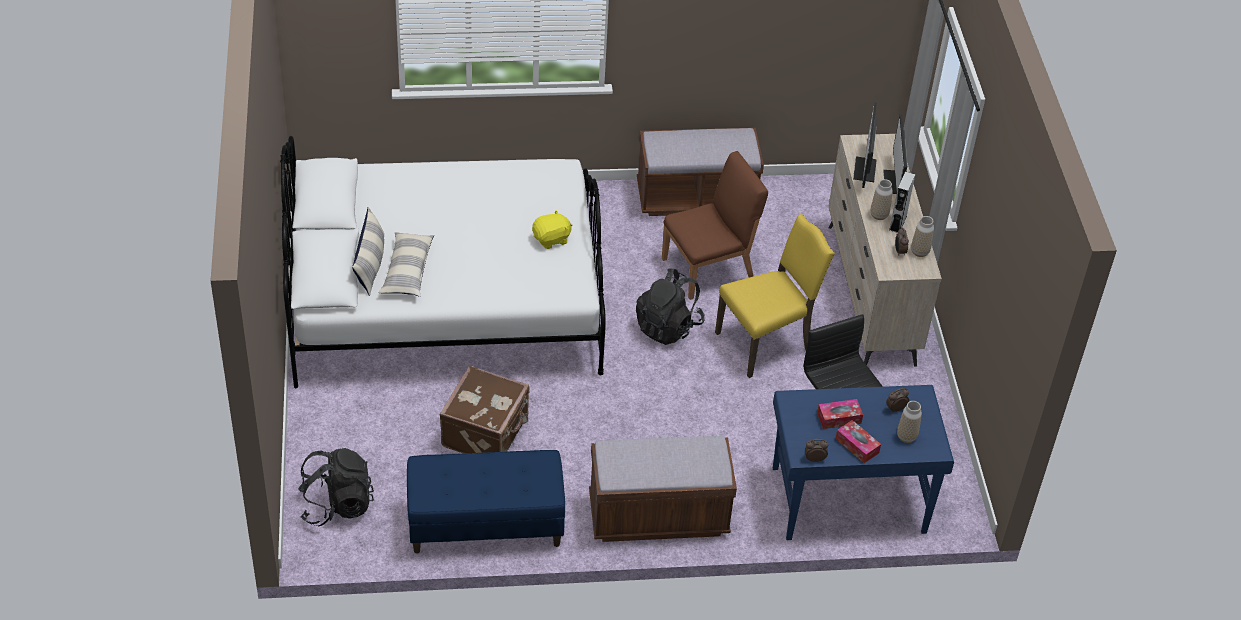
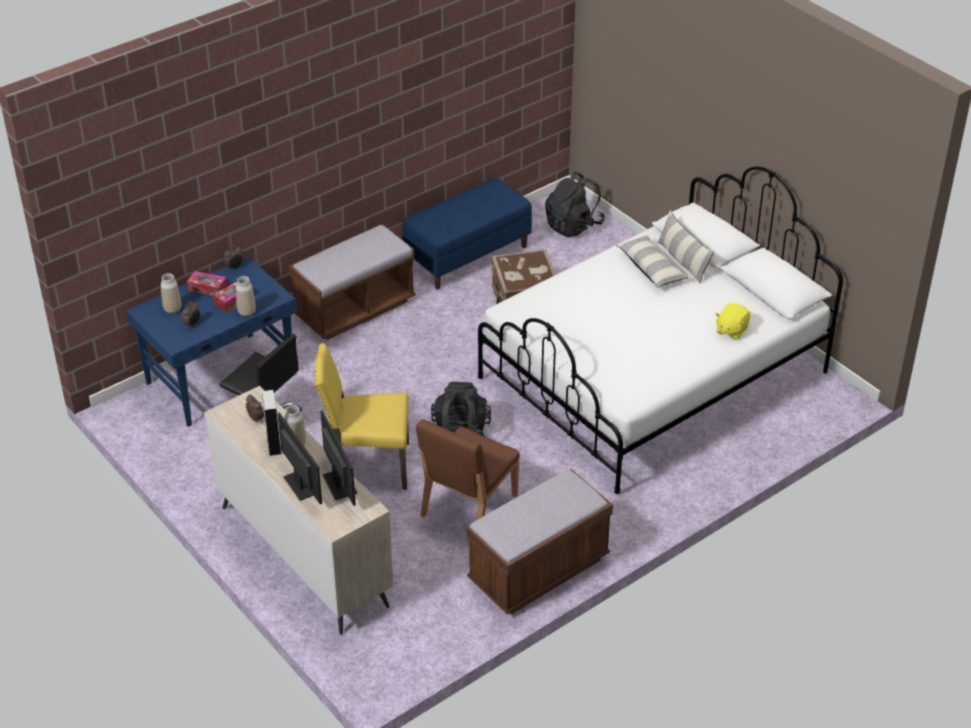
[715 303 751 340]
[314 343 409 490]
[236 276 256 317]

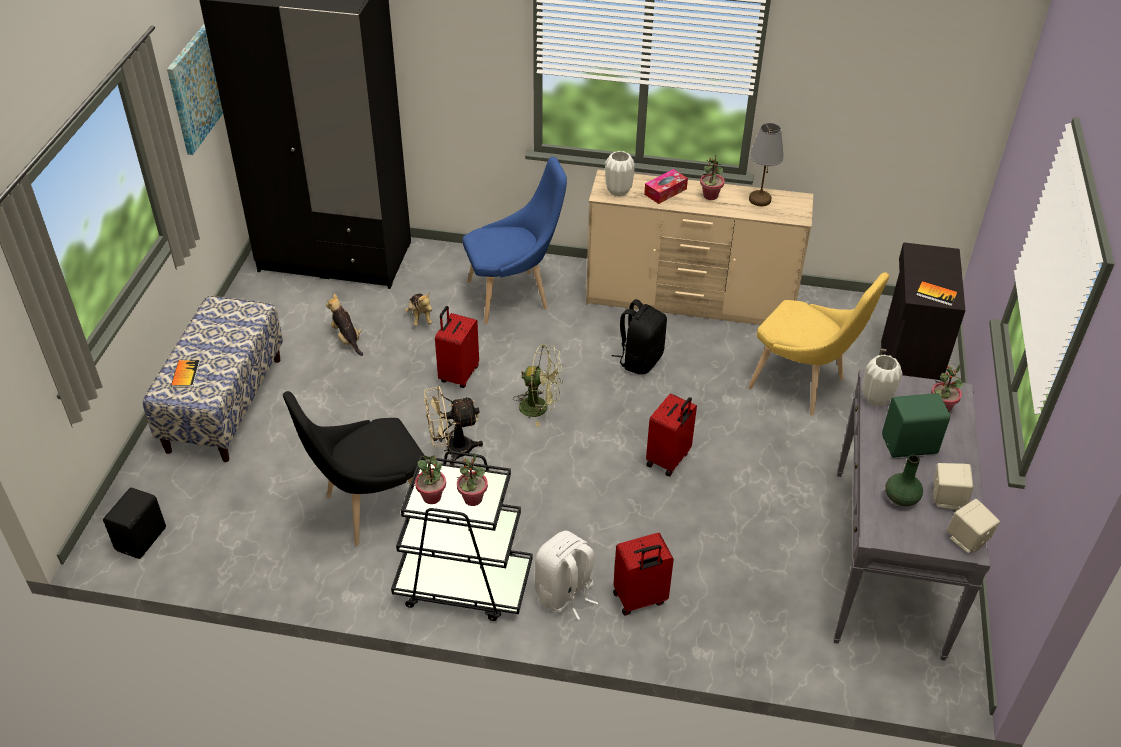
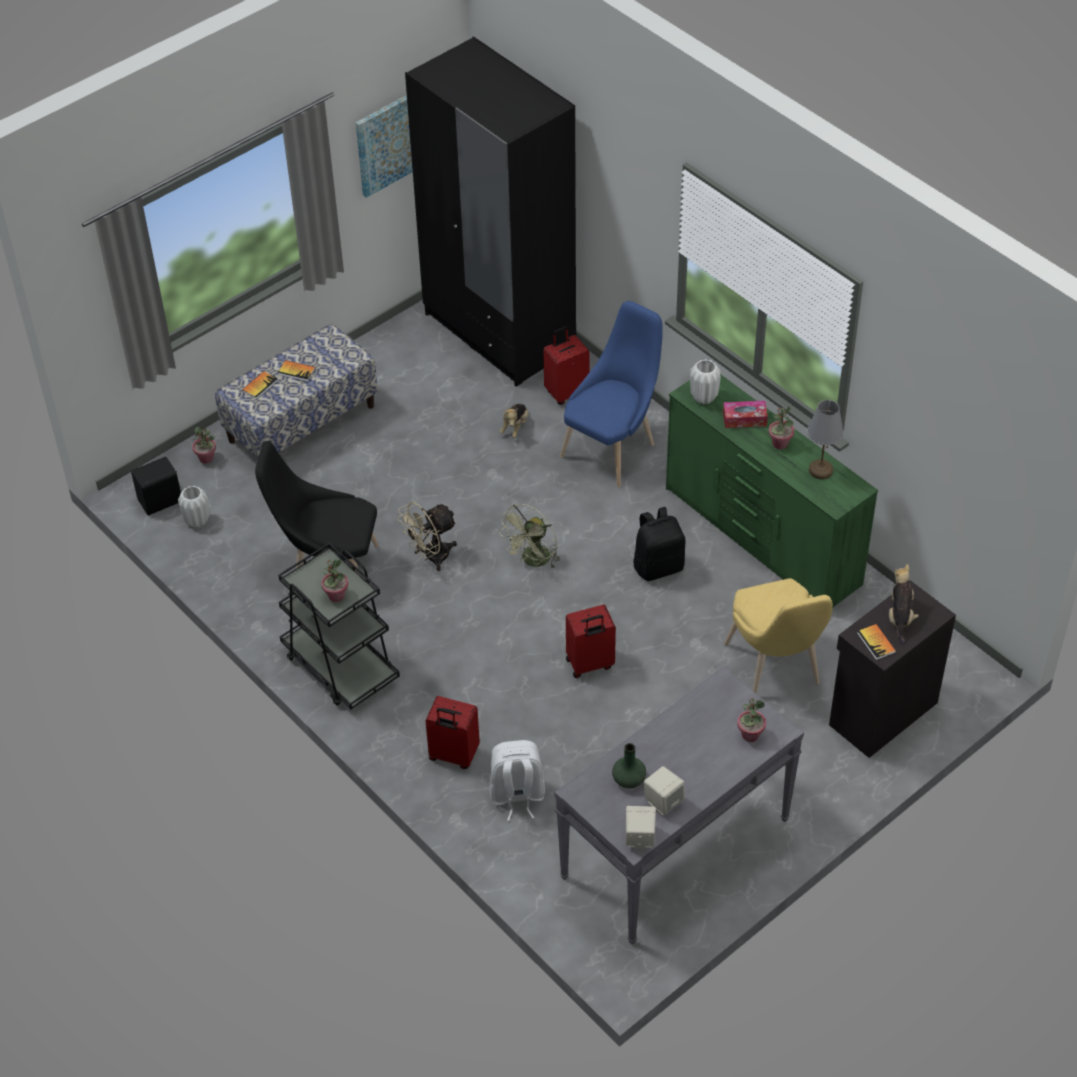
[560 301 663 487]
[666 374 878 607]
[889 564 919 645]
[543 326 590 405]
[499 504 560 570]
[178 486 210 528]
[397 502 457 571]
[882 393 950 458] (first image)
[192 425 216 464]
[489 740 545 821]
[278 360 315 382]

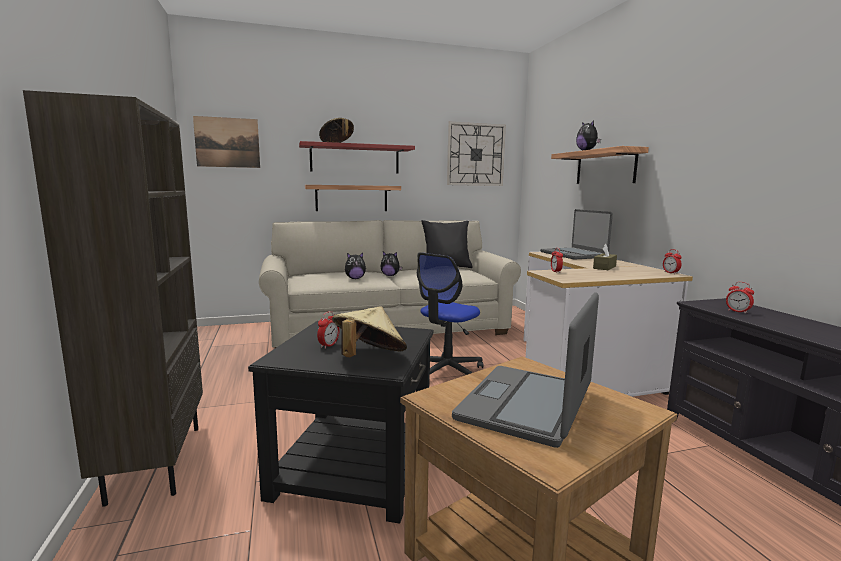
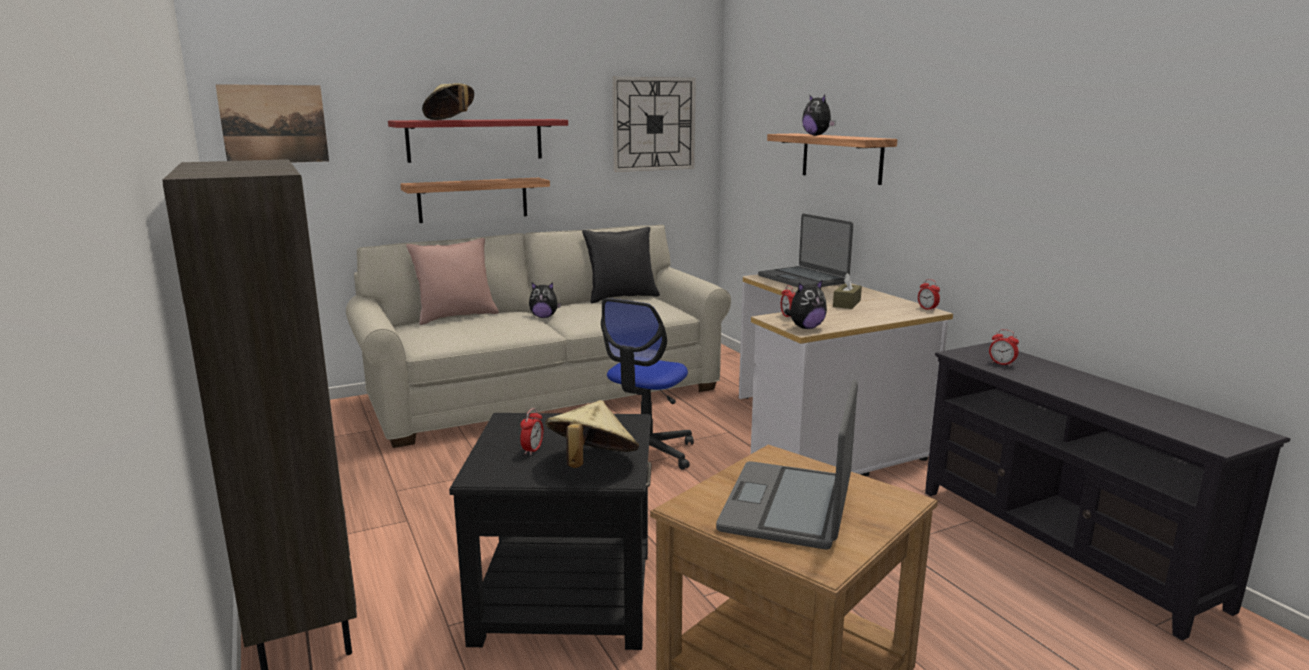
[784 279 827 329]
[406 238 499 325]

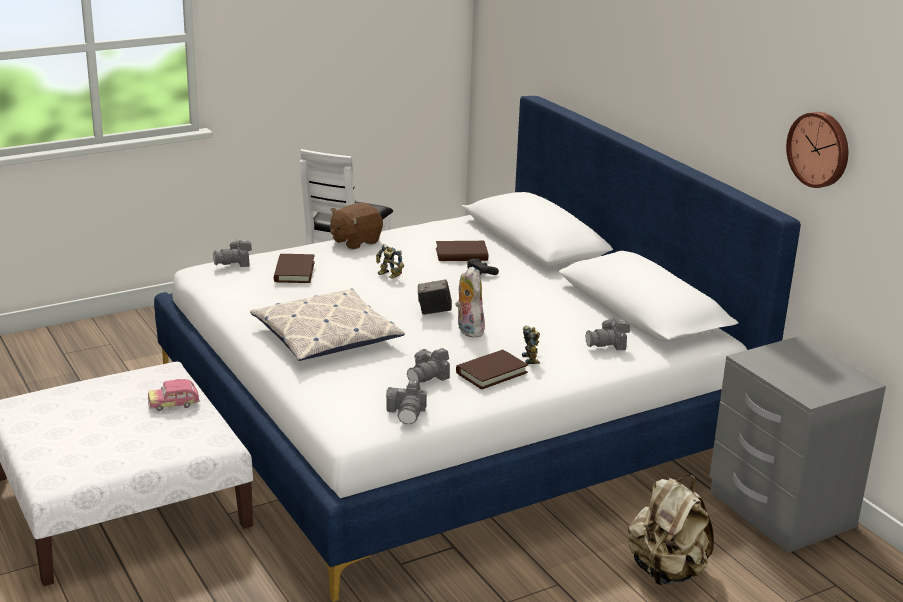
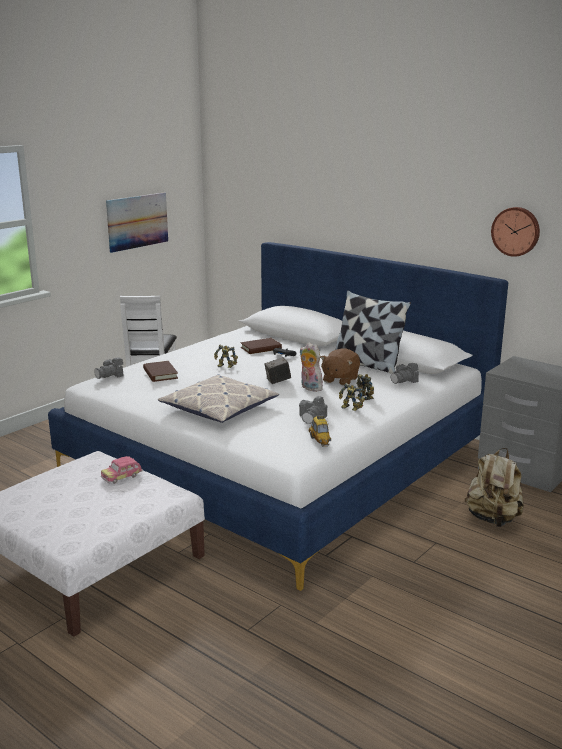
[320 348 360 386]
[339 383 365 411]
[309 415 331 447]
[106 192 168 253]
[336 290 411 374]

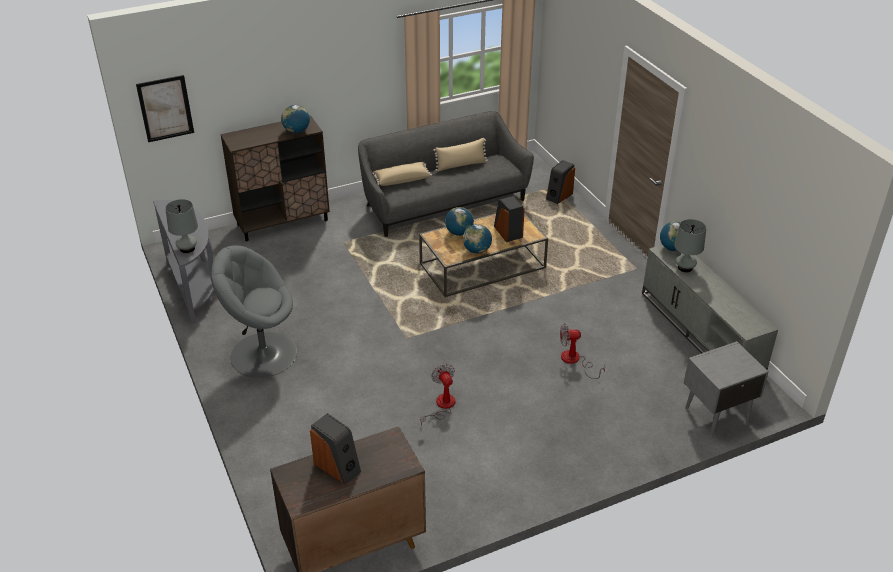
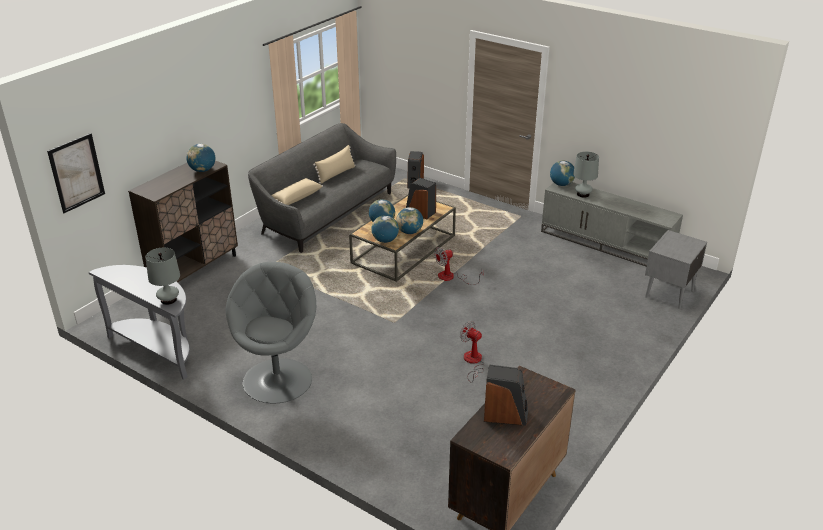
[225 262 316 403]
[434 247 484 285]
[371 215 399 243]

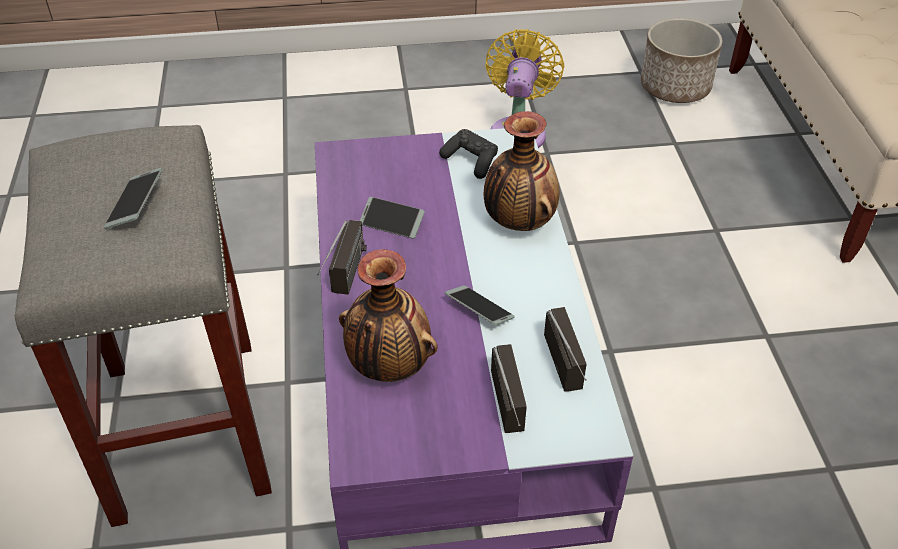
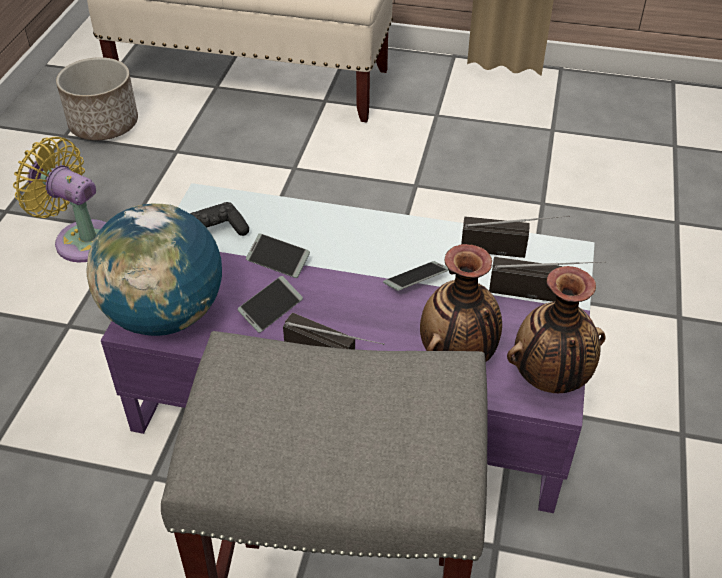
[507 266 606 393]
[246 234 310 278]
[86 204 222 336]

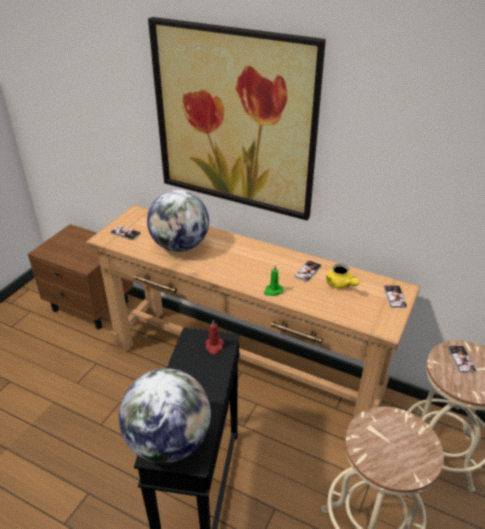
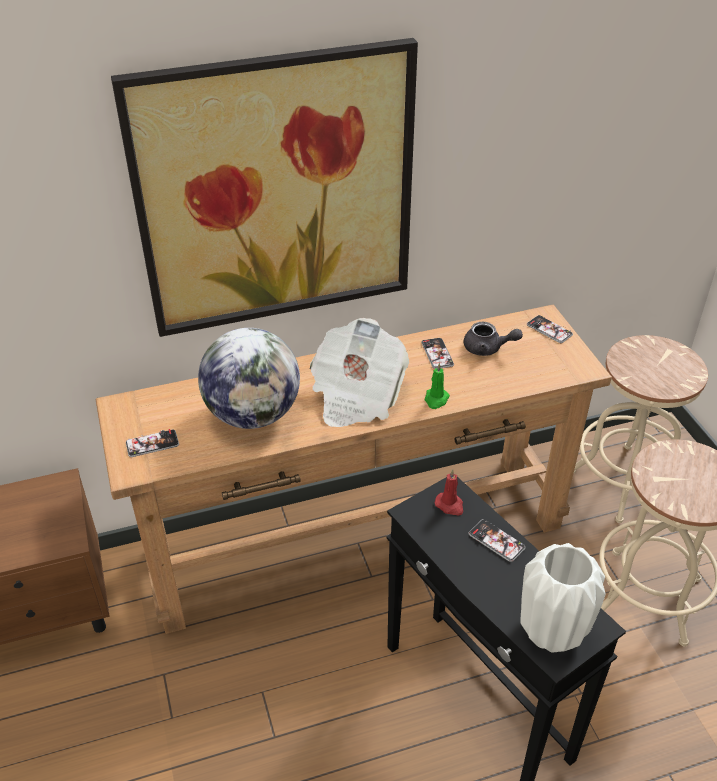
[464 322 523 356]
[468 519 525 562]
[520 543 606 652]
[310 318 409 427]

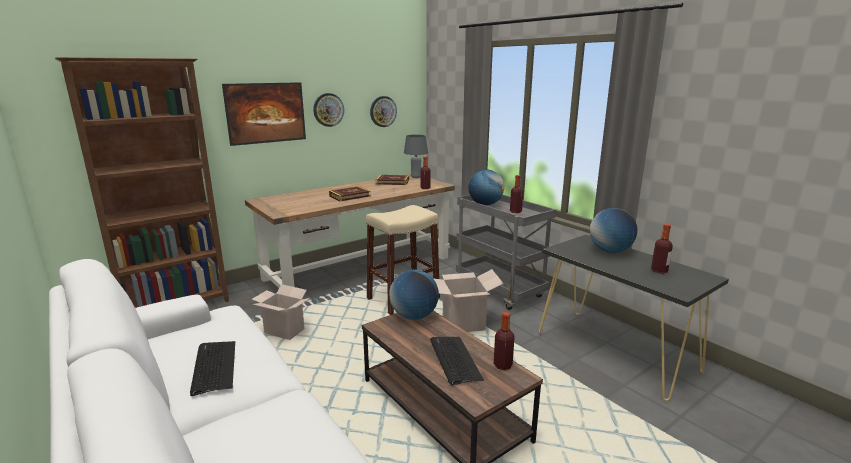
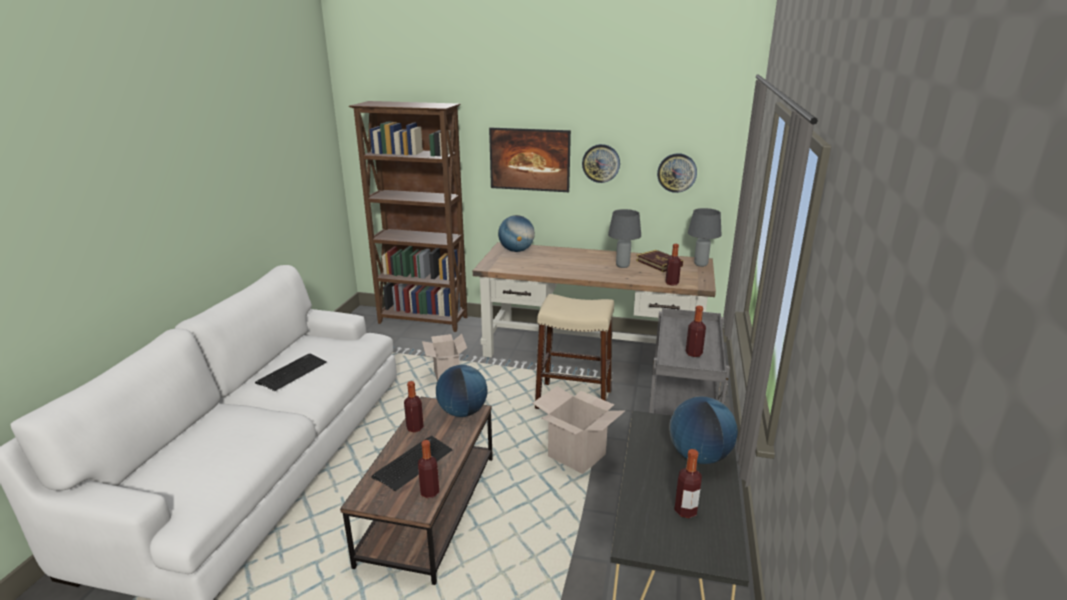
[498 215 535 252]
[329 186 371 202] (first image)
[608 209 641 268]
[404 381 424 432]

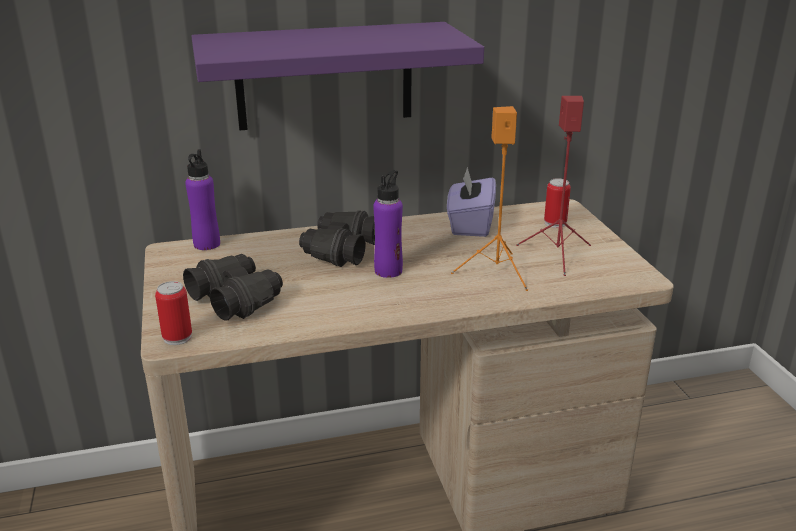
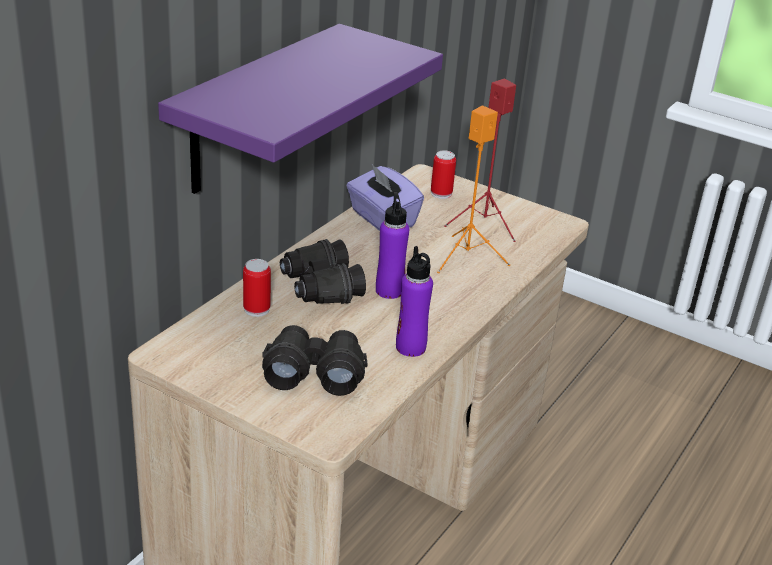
[396 246 433 357]
[243 259 271 317]

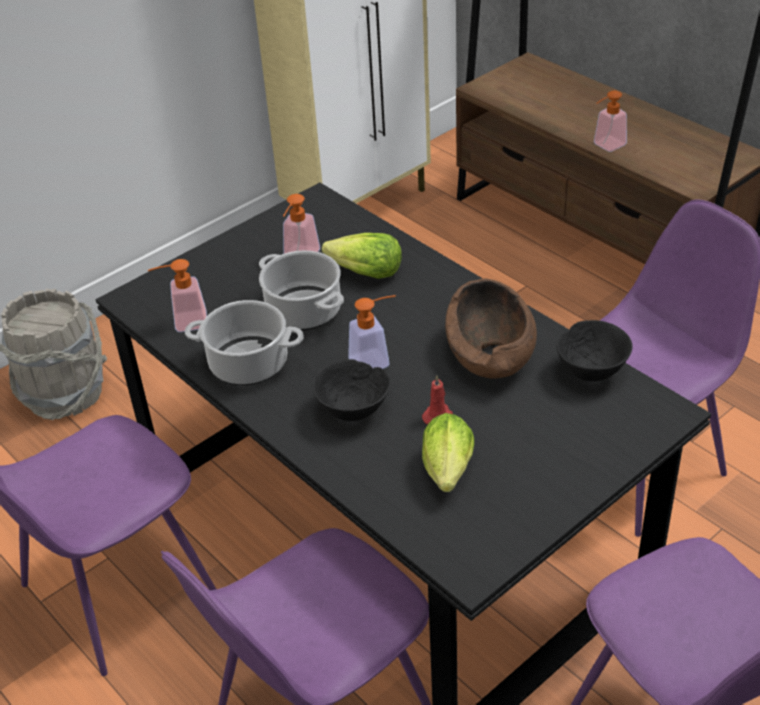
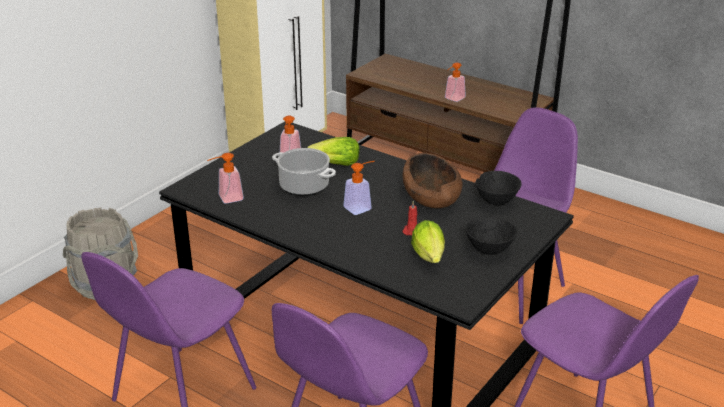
[185 300 304 385] (first image)
[466 217 517 255]

